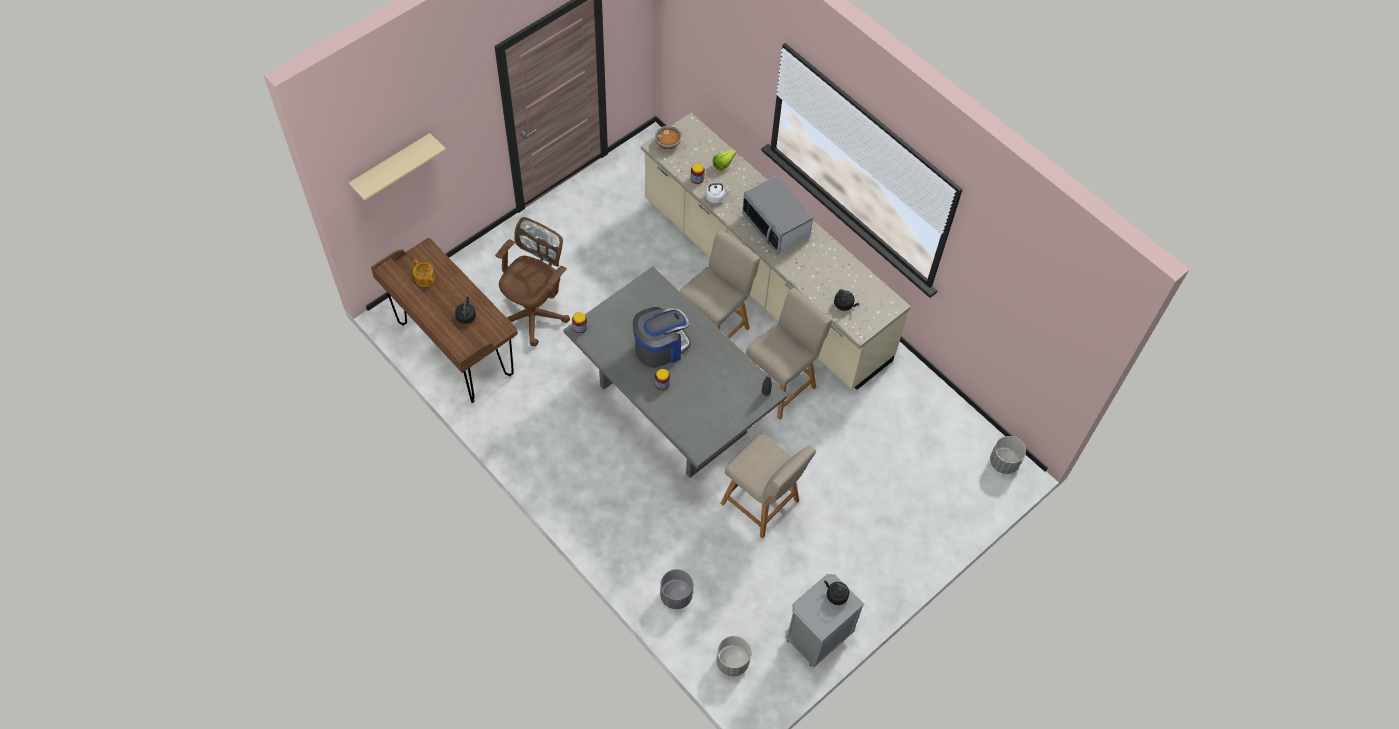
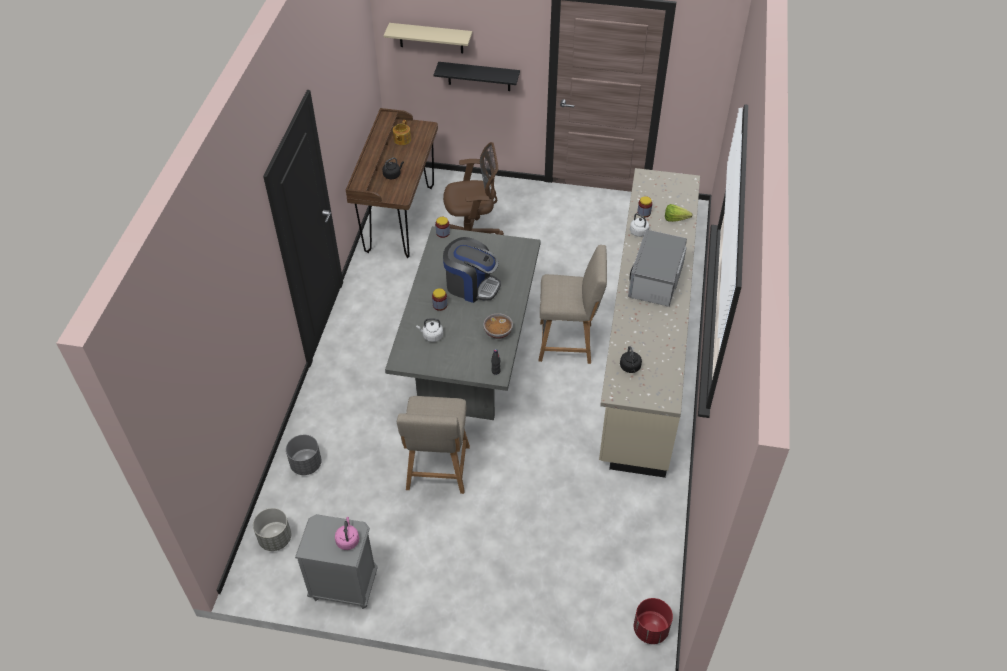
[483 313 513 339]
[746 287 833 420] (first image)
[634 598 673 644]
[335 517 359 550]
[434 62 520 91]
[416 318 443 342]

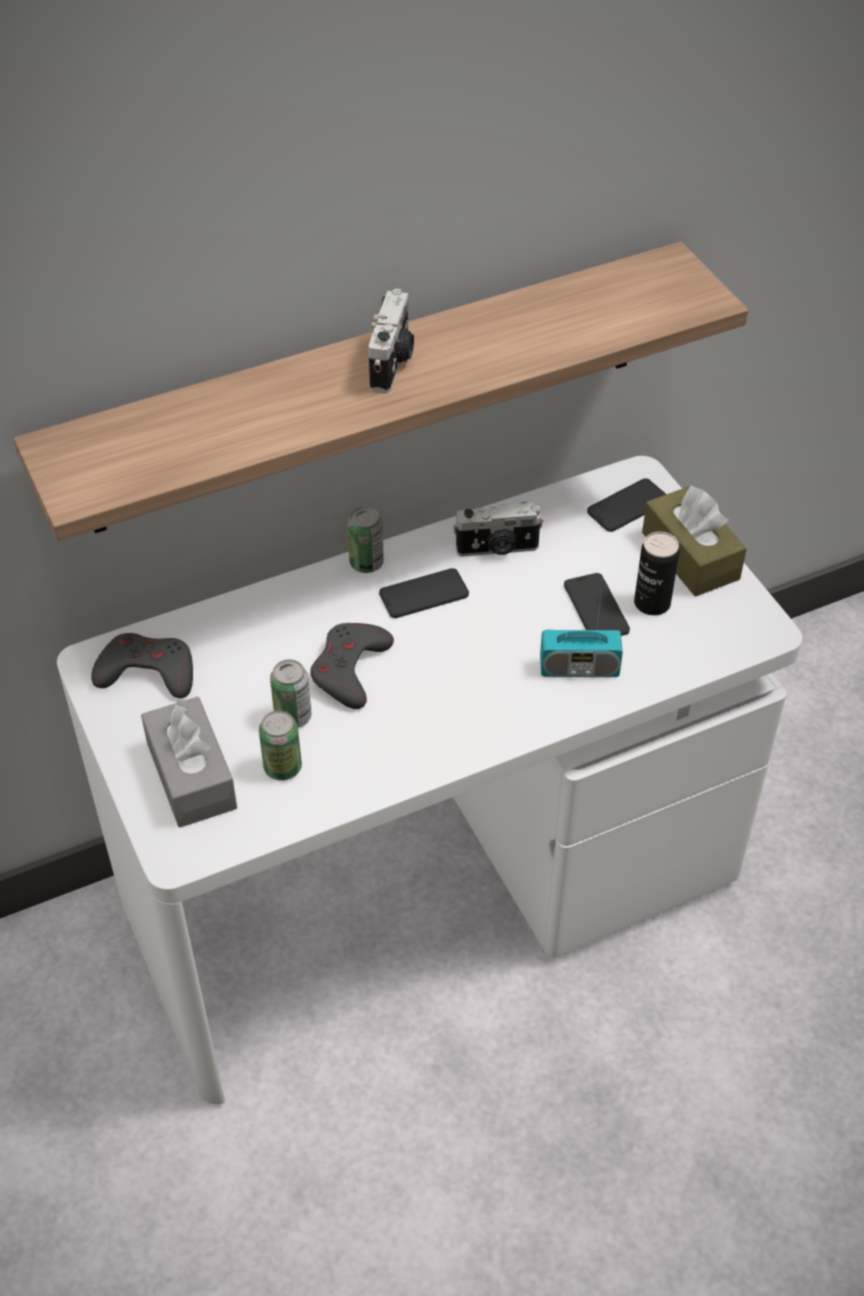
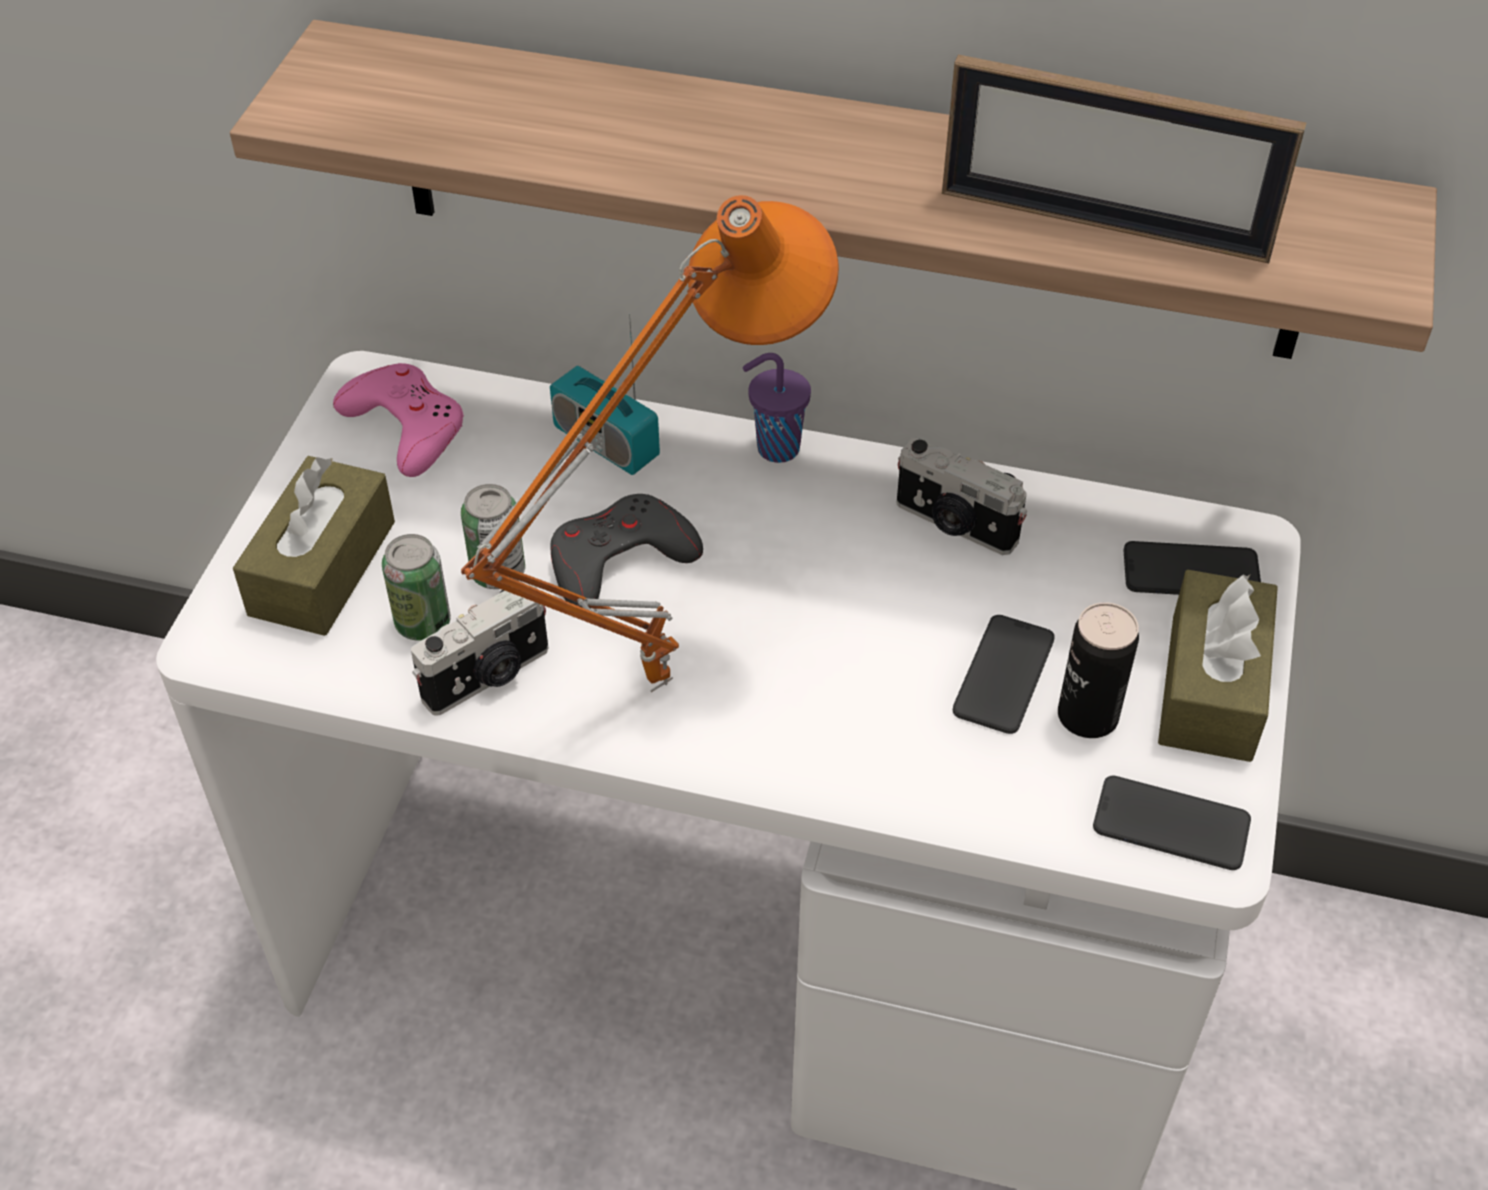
[411 581 548 716]
[743 353 811 463]
[1093 776 1251 870]
[550 313 660 475]
[333 363 464 477]
[233 456 395 636]
[942 55 1306 263]
[461 195 839 692]

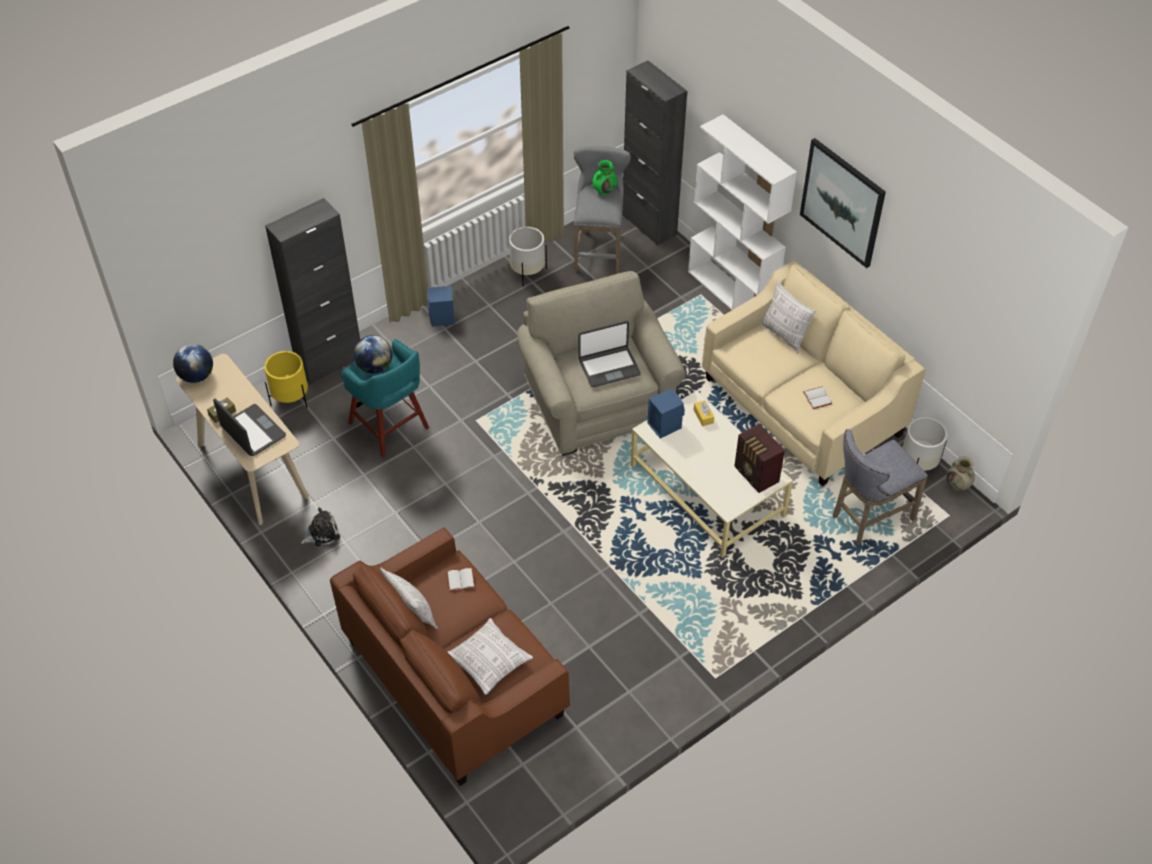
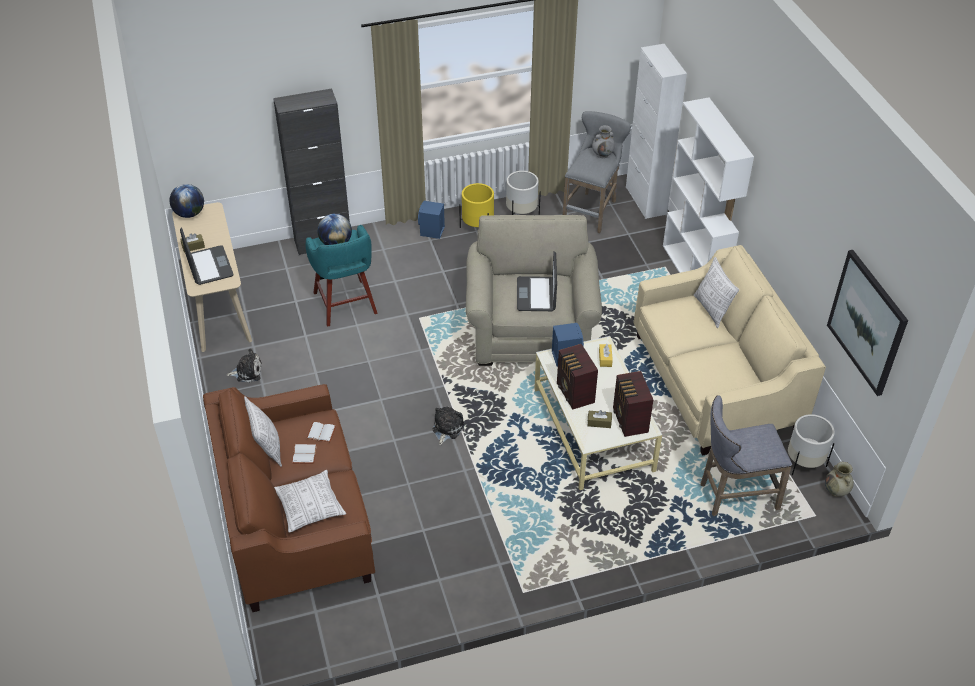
[626 44 687 219]
[827 250 908 396]
[592 125 615 158]
[517 251 557 311]
[459 183 494 228]
[292 444 317 464]
[557 344 598 410]
[432 407 464 445]
[588 410 612 428]

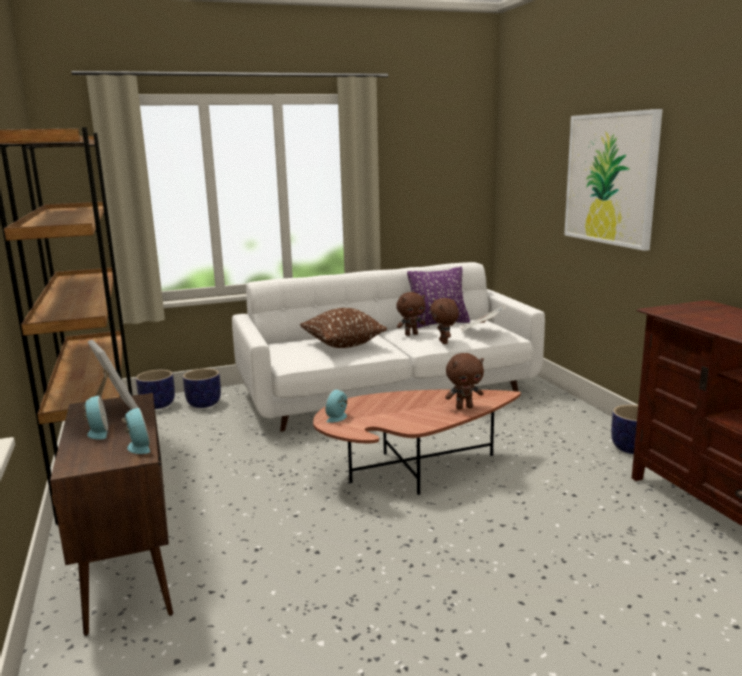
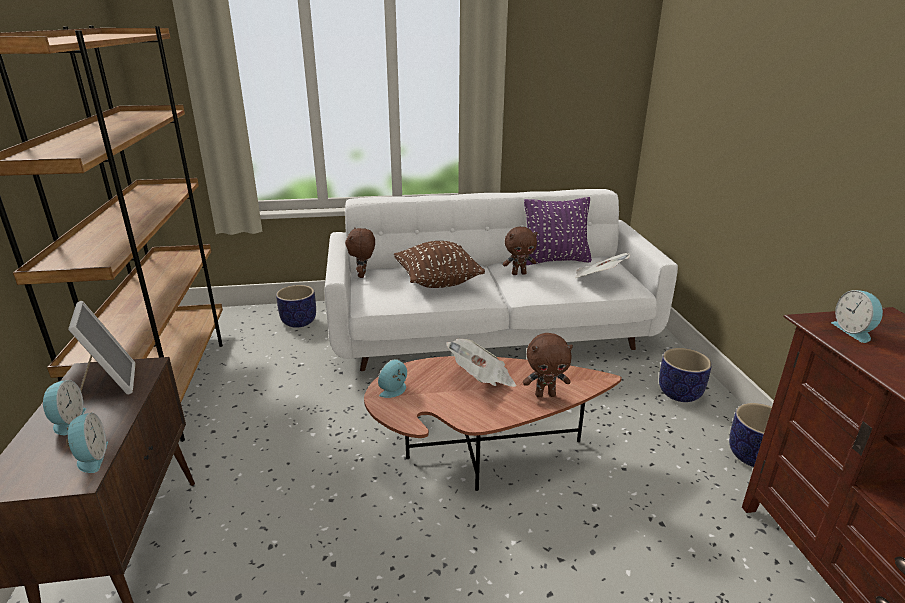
[564 109 663 251] (first image)
[345 228 375 278]
[659 348 712 402]
[831 290 883 343]
[447 339 517 387]

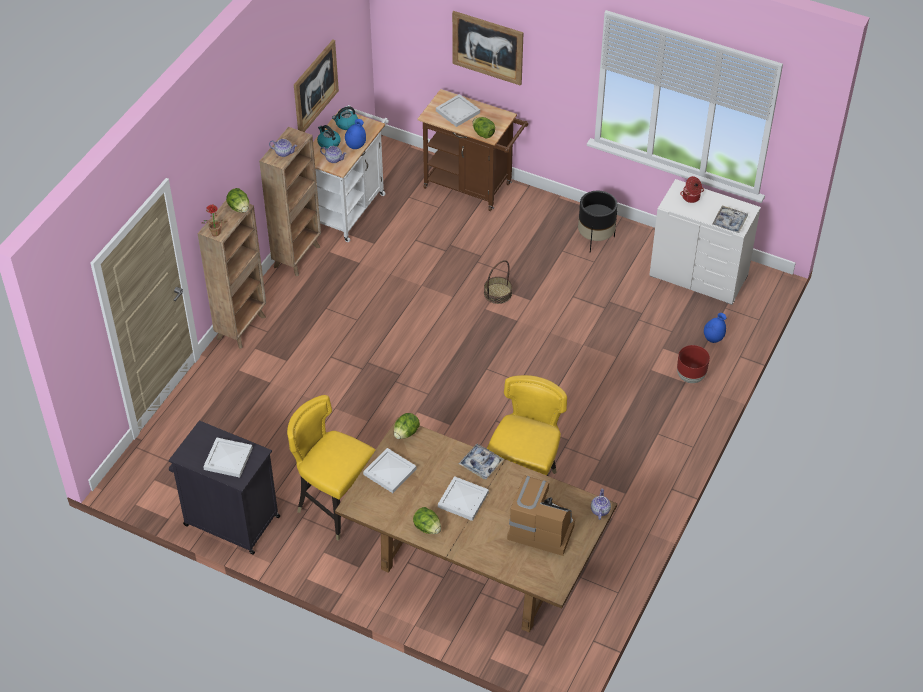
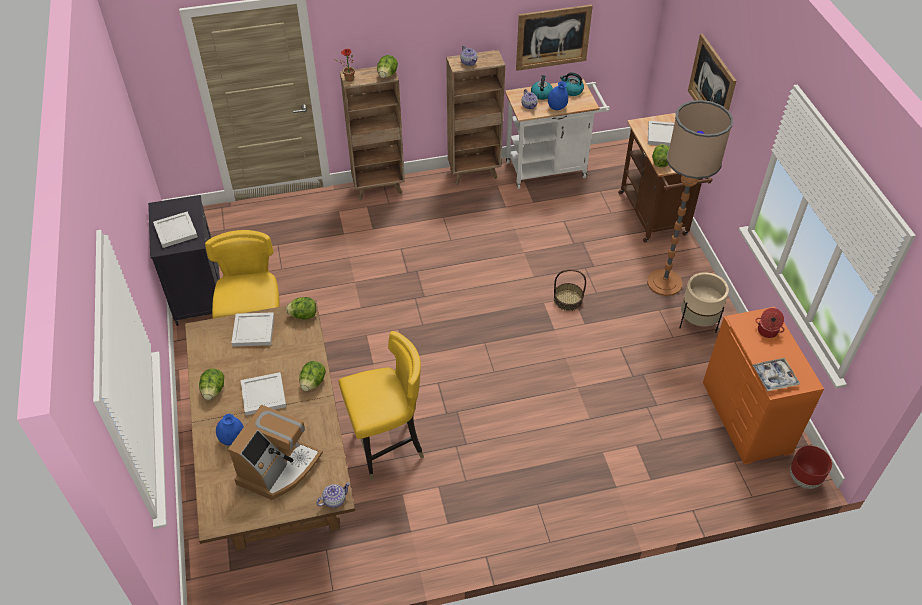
[703 307 824 465]
[680 272 729 333]
[216 414 244 445]
[790 446 832 489]
[299 361 326 391]
[228 405 323 500]
[647 100 733 296]

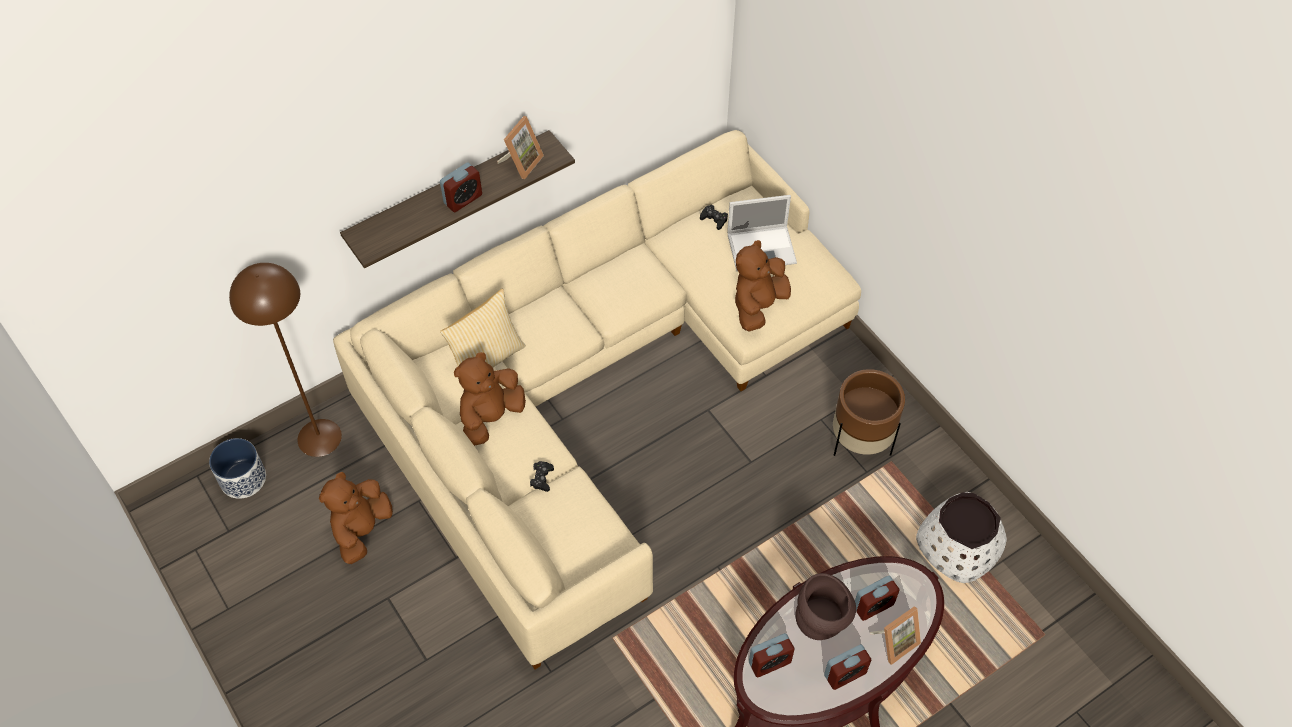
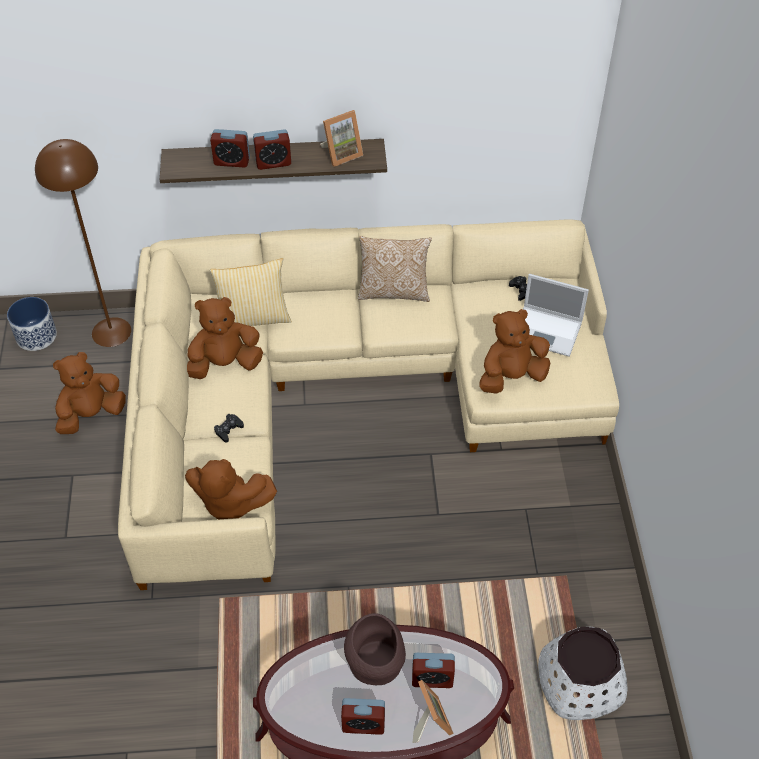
[833 369 905 456] (first image)
[413 680 454 743]
[210 129 250 168]
[358 236 432 302]
[185 459 277 519]

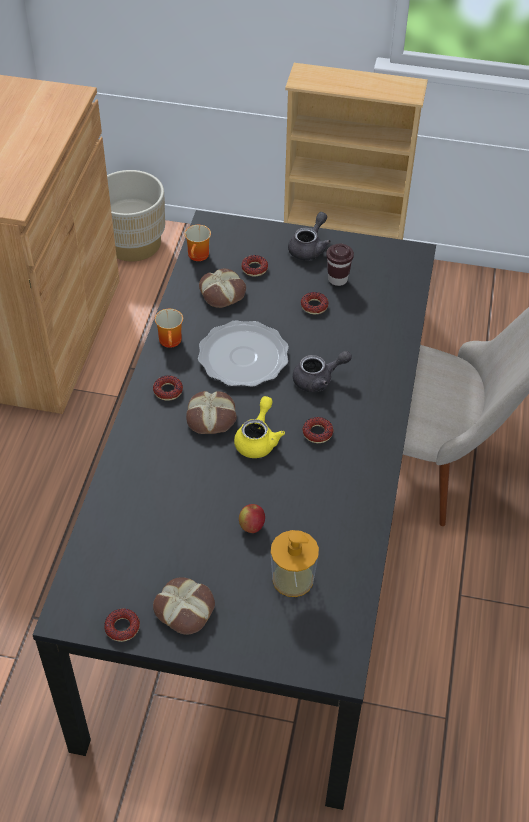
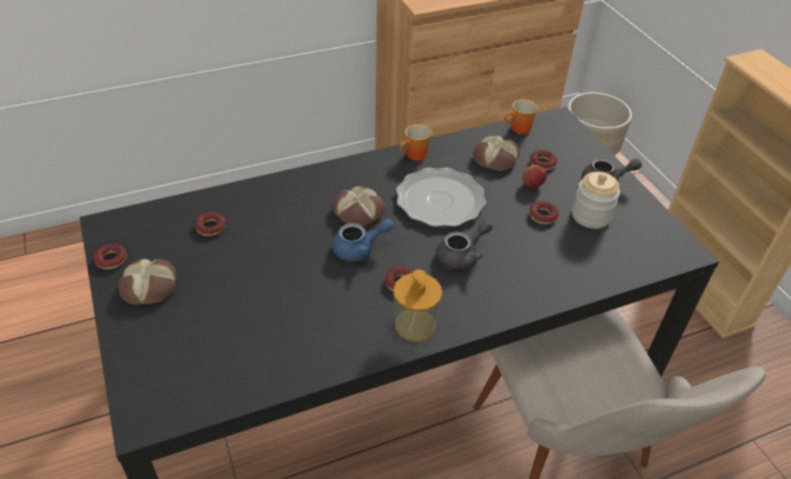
[572 172 620 229]
[436 220 493 270]
[195 212 226 236]
[332 219 394 261]
[522 165 547 188]
[393 269 442 342]

